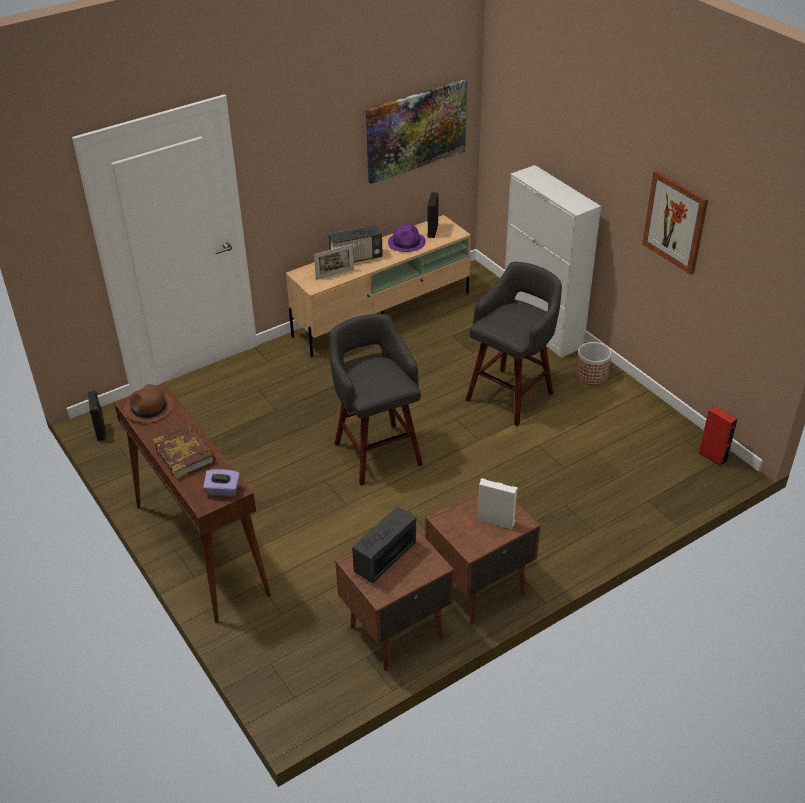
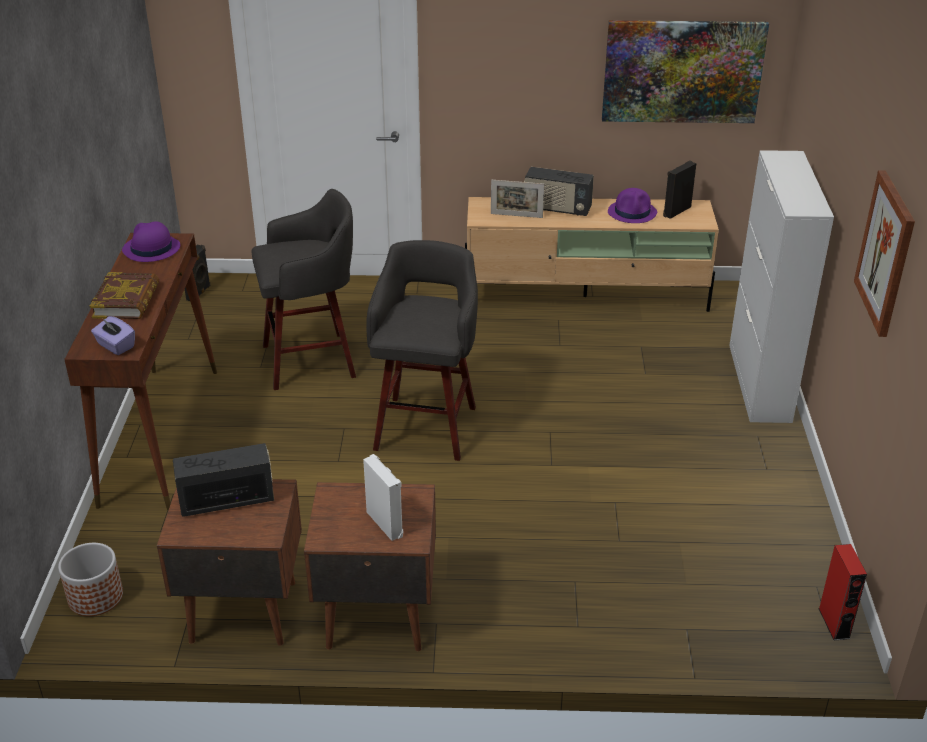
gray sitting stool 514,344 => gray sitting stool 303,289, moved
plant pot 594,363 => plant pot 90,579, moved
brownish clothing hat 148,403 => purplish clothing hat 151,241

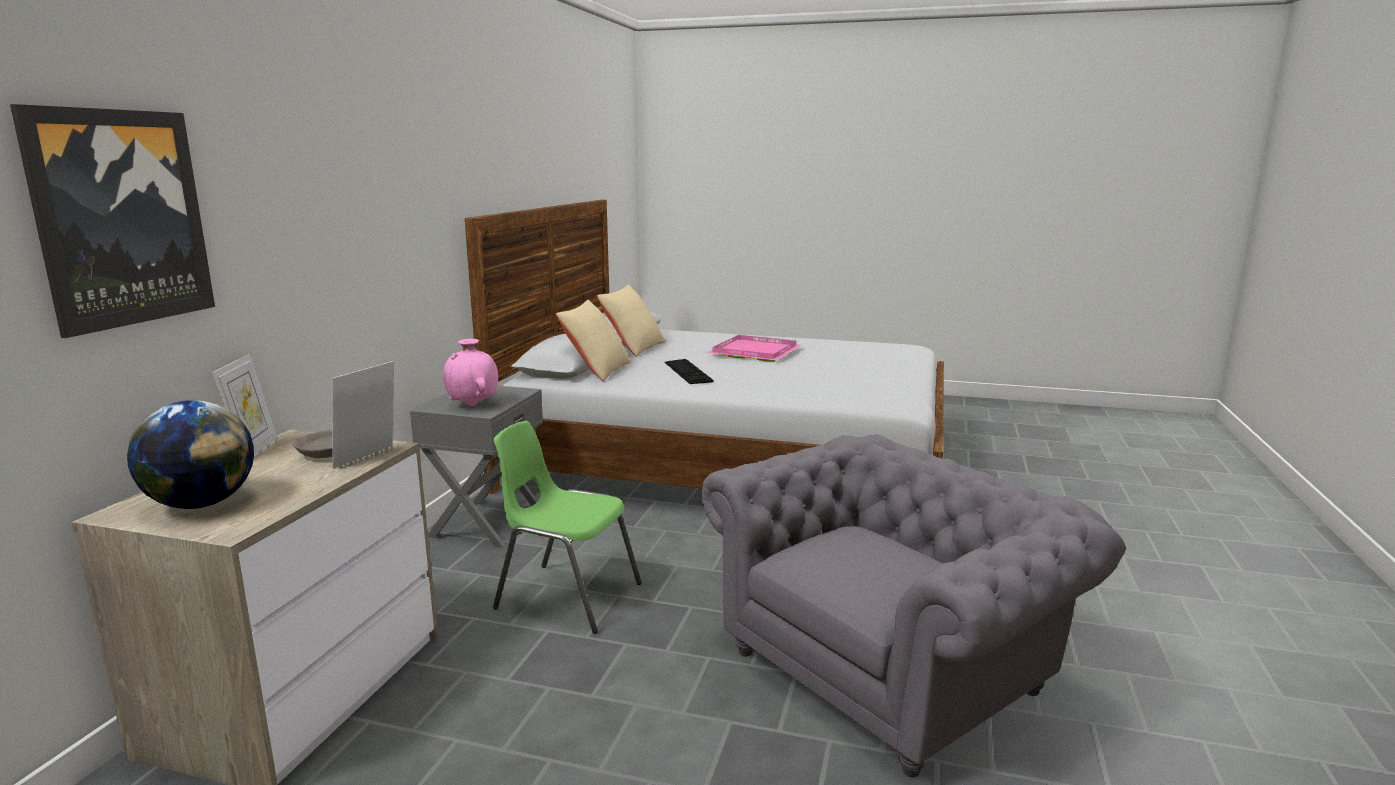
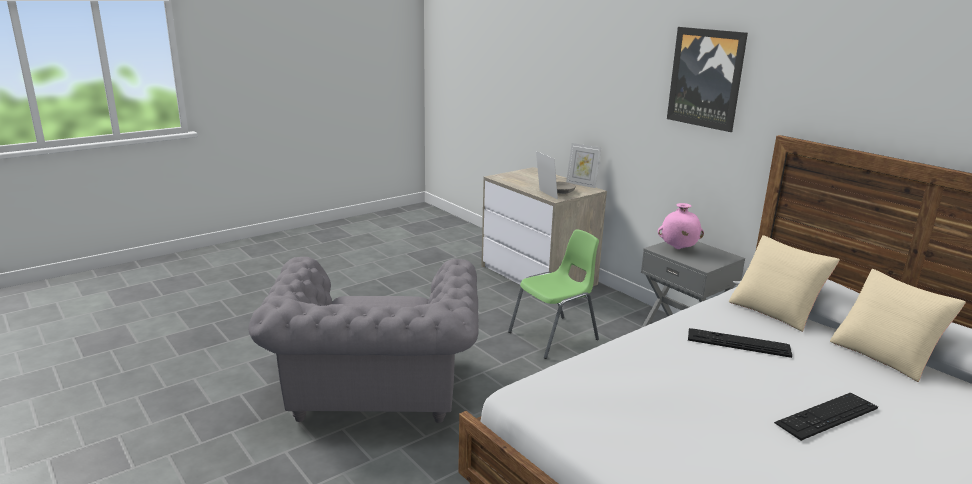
globe 190,454 => nothing
wall picture 112,221 => wall picture 707,79, moved
pink tray 754,348 => keyboard 826,417

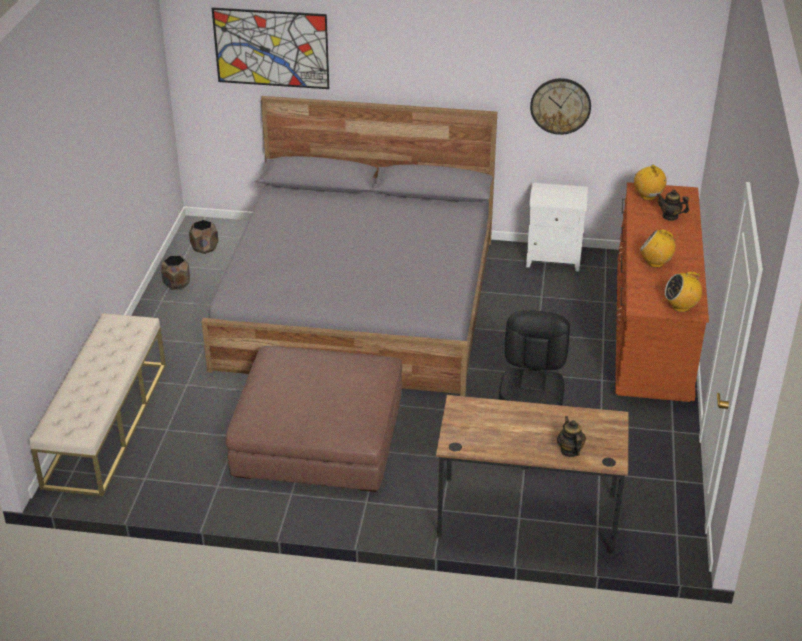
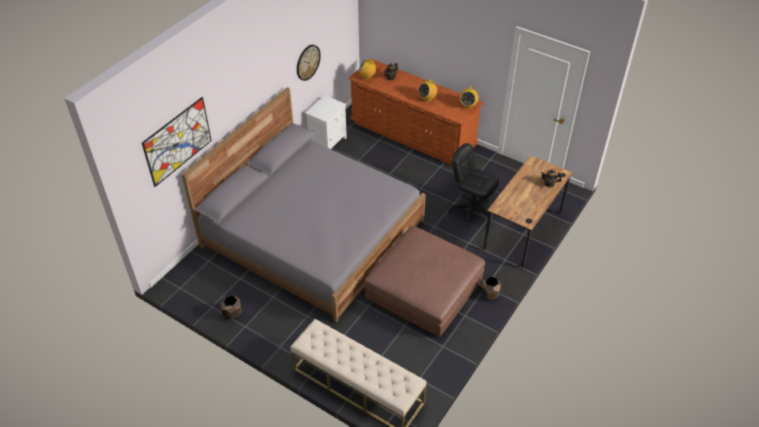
brownish plant pot 203,237 => brownish plant pot 490,288, moved

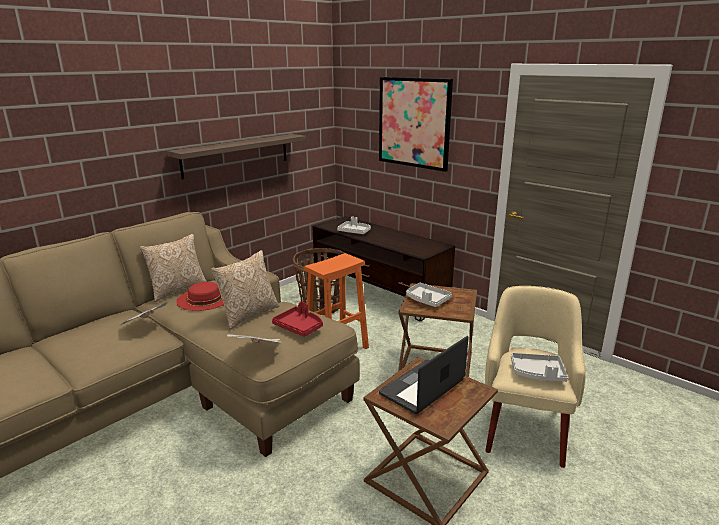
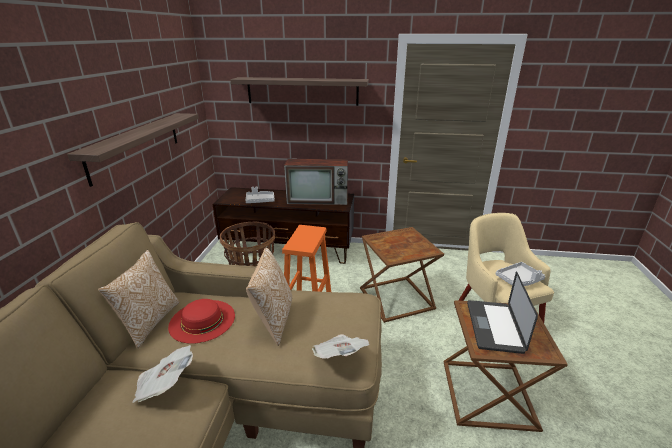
reddish tray 297,319 => nothing
gray tray 429,295 => nothing
nothing => TV 316,182
wall picture 416,124 => wall shelf 299,91

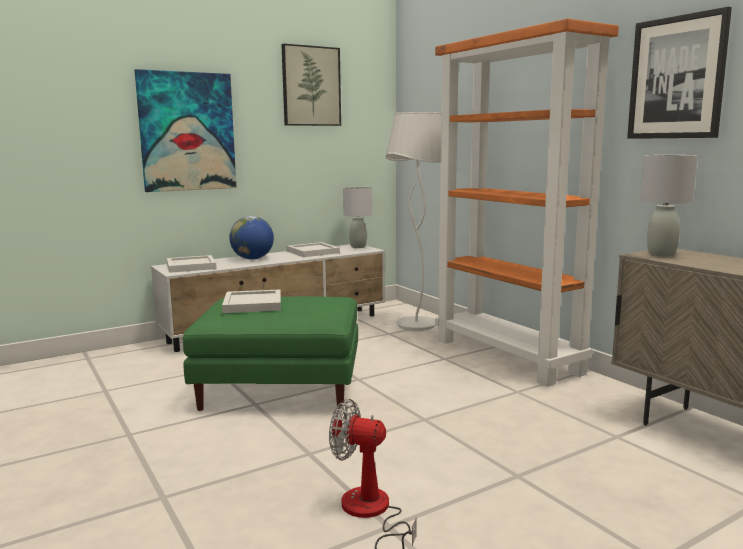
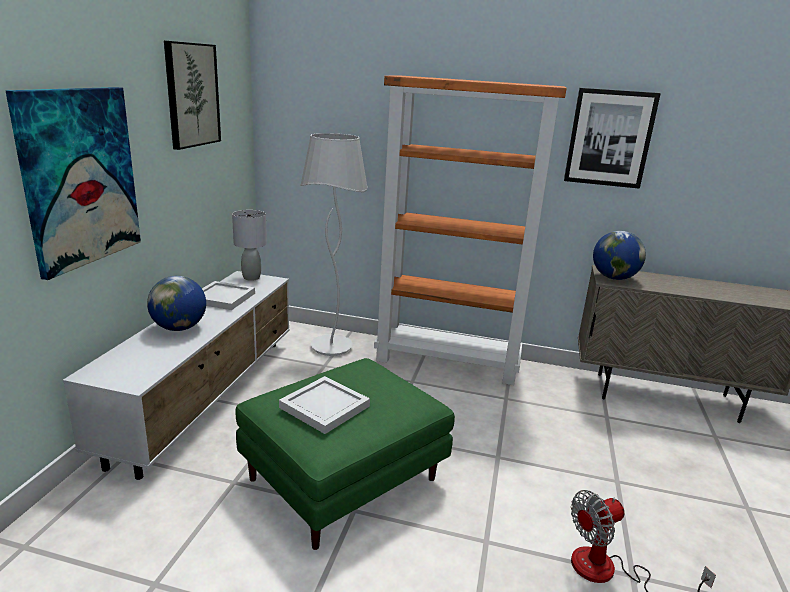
white-coloured tray 192,264 => nothing
gray tabletop lamp 669,206 => globe 619,255

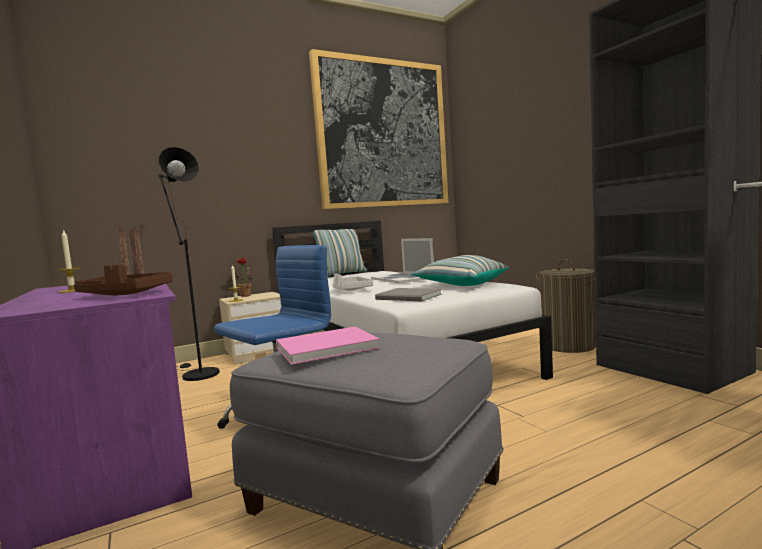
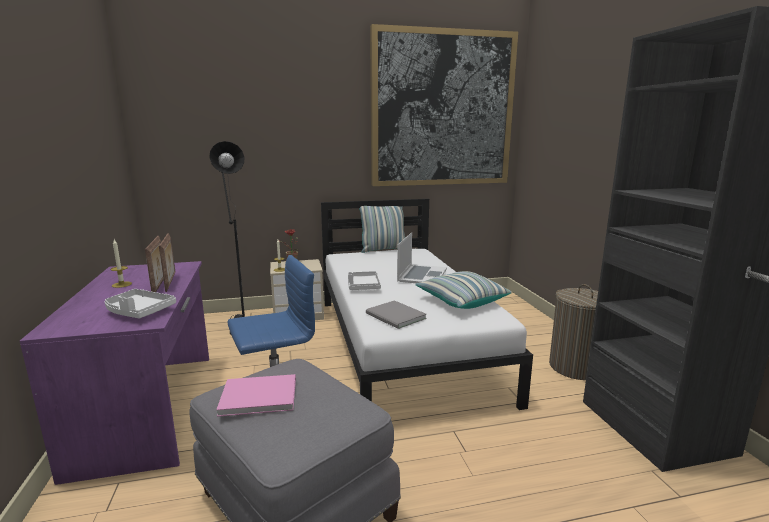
brownish tray 123,280 => white-coloured tray 140,304
laptop 402,260 => laptop 422,257, 150 degrees counterclockwise

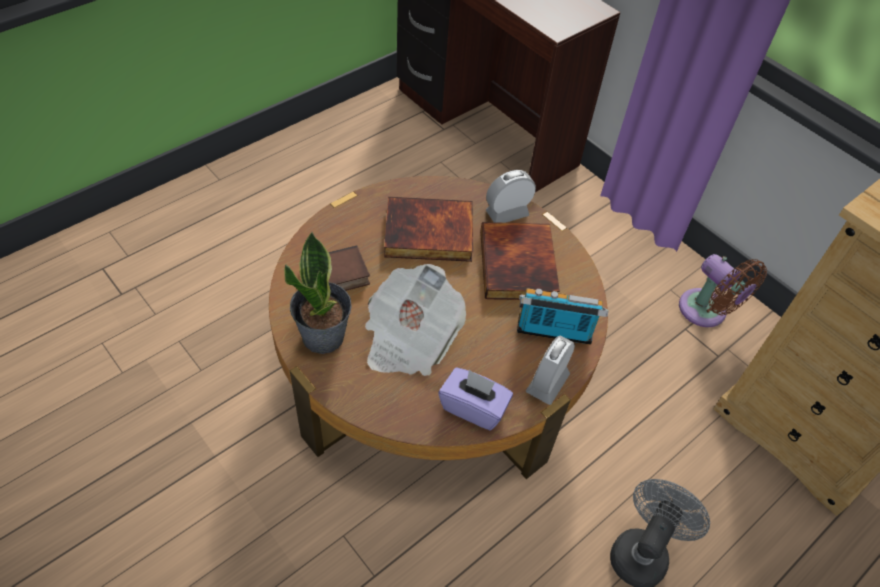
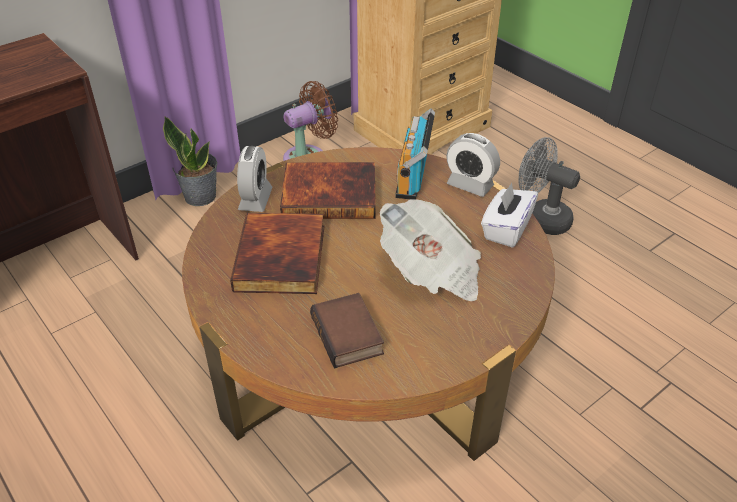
houseplant 318,293 => houseplant 190,161, moved
purplish box of tissues 476,398 => white-coloured box of tissues 509,215
table clock 511,196 => table clock 254,179, 150 degrees counterclockwise

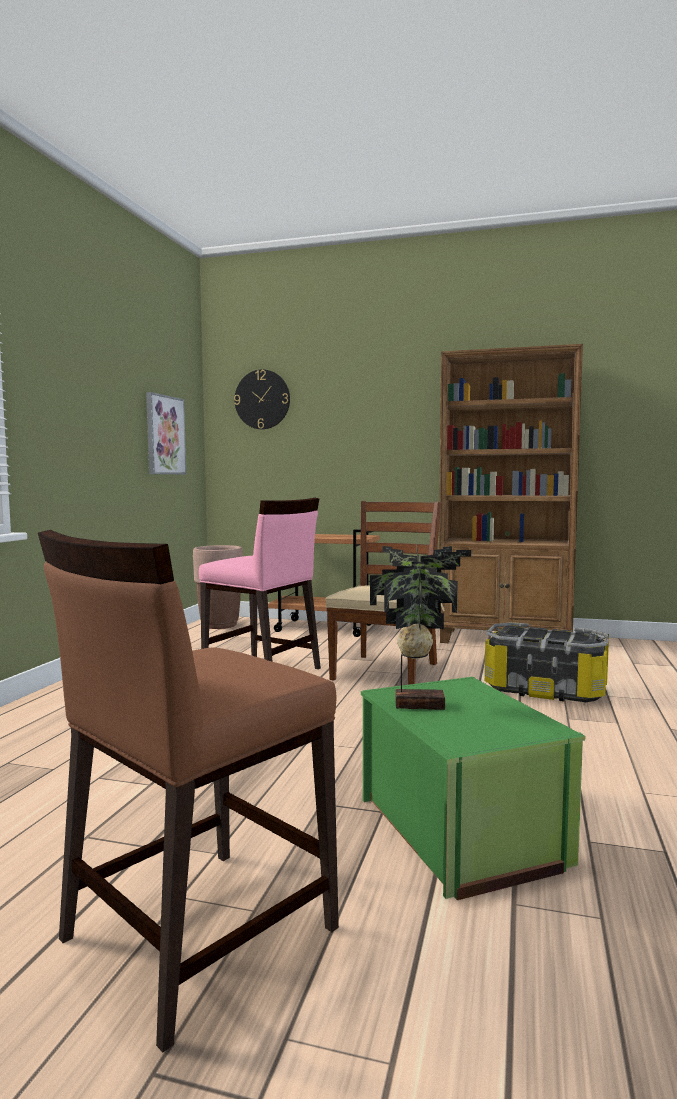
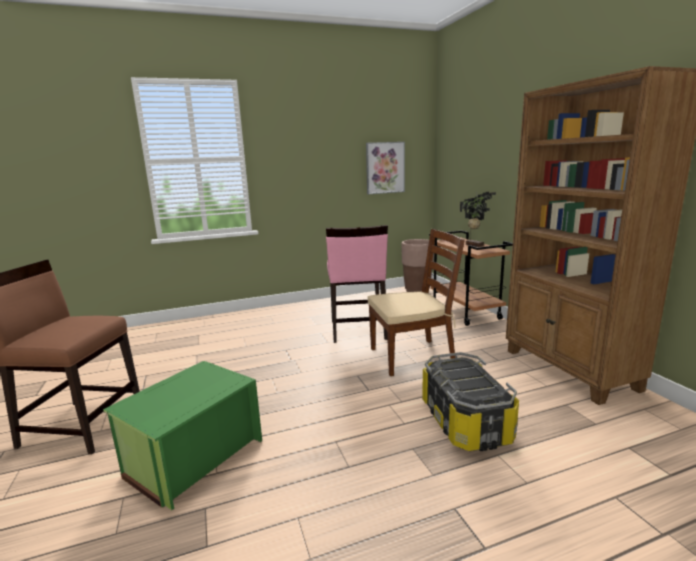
hanging clock 262,399 => nothing
houseplant 420,627 => houseplant 478,219, moved

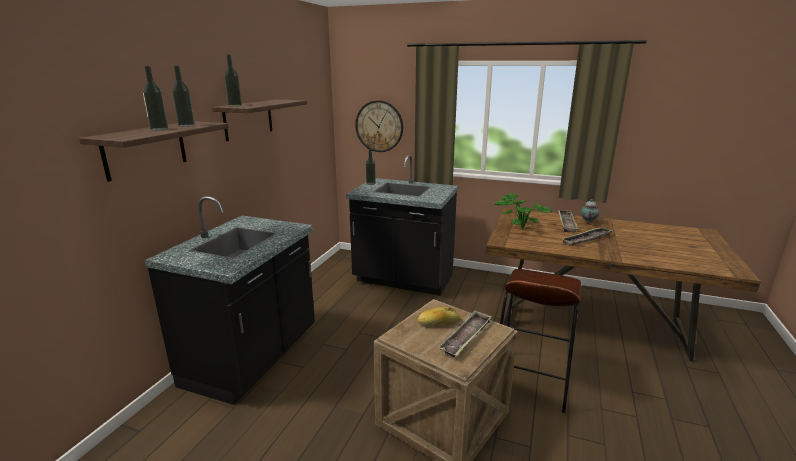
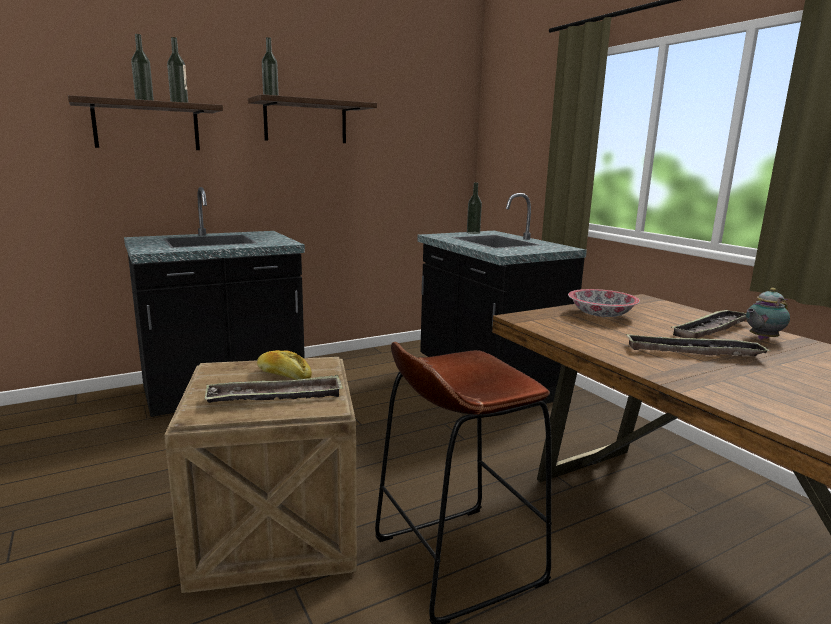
hanging clock 379,126 => nothing
houseplant 523,211 => deep dish 604,303

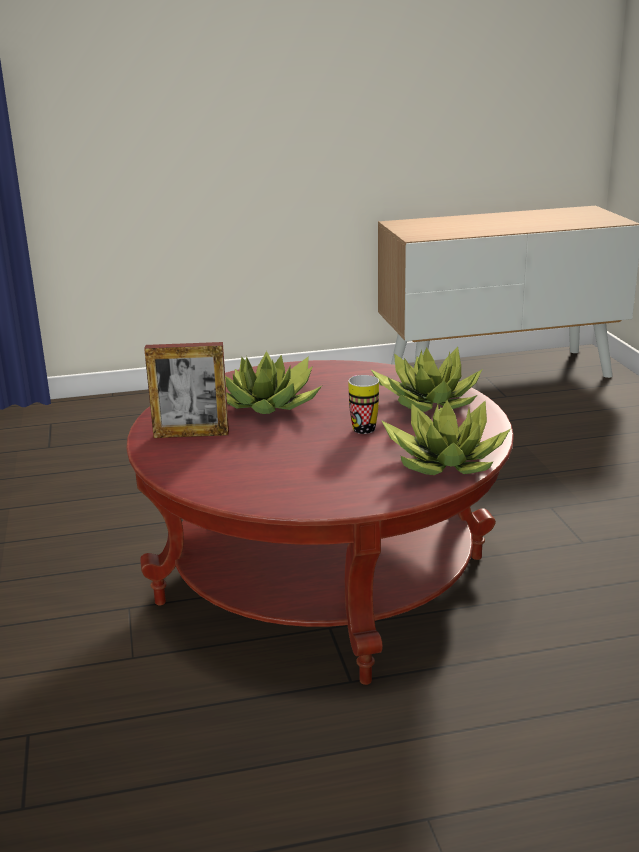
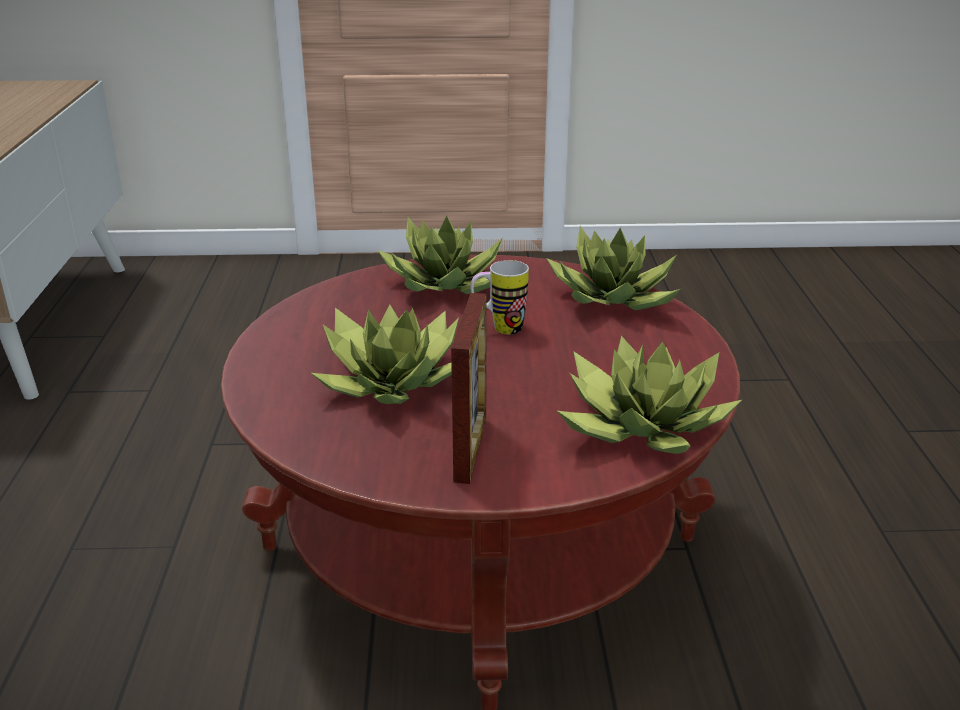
nothing => houseplant 649,395

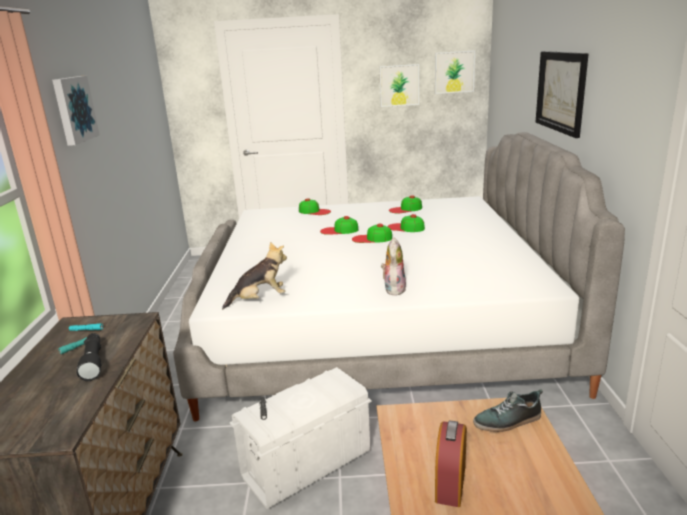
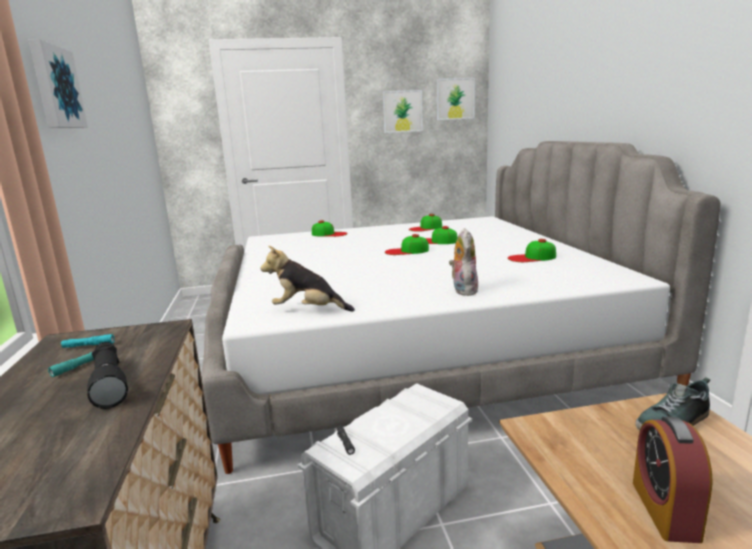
wall picture 562,94 => nothing
peaked cap 339,225 => peaked cap 532,250, moved
cuddly toy 254,275 => cuddly toy 308,278, 135 degrees counterclockwise

